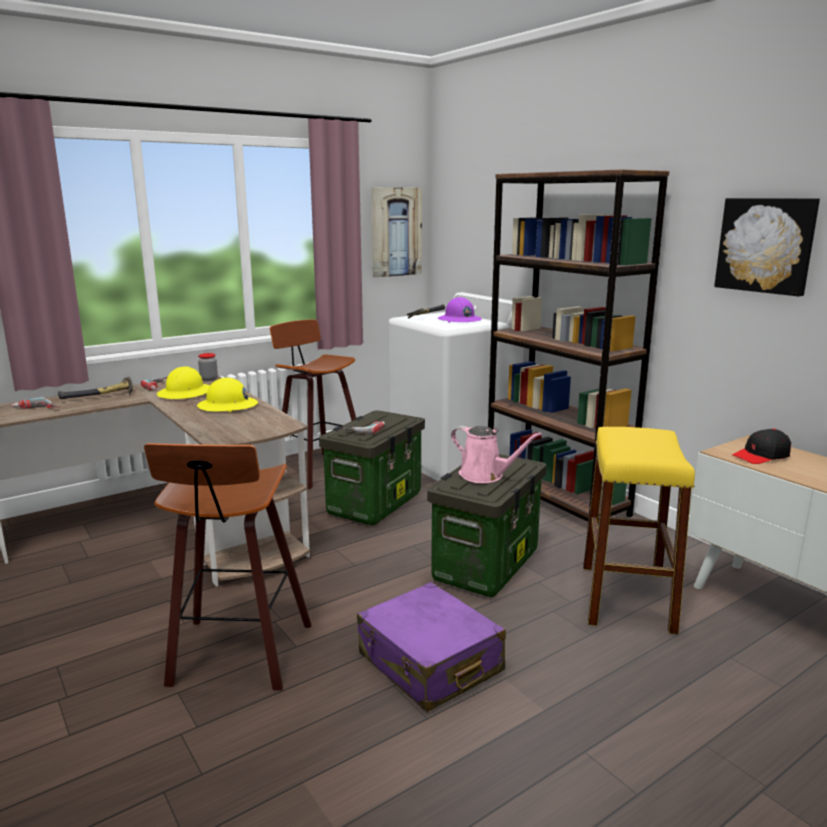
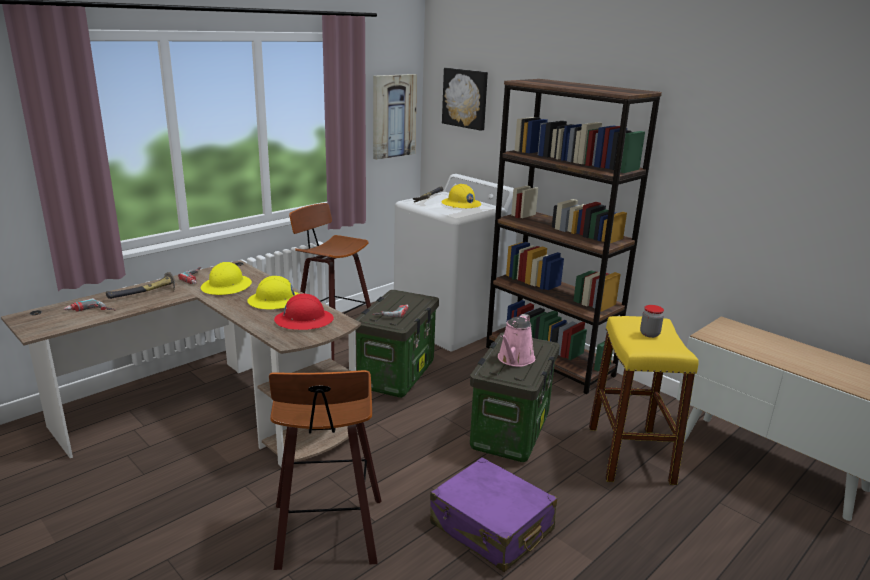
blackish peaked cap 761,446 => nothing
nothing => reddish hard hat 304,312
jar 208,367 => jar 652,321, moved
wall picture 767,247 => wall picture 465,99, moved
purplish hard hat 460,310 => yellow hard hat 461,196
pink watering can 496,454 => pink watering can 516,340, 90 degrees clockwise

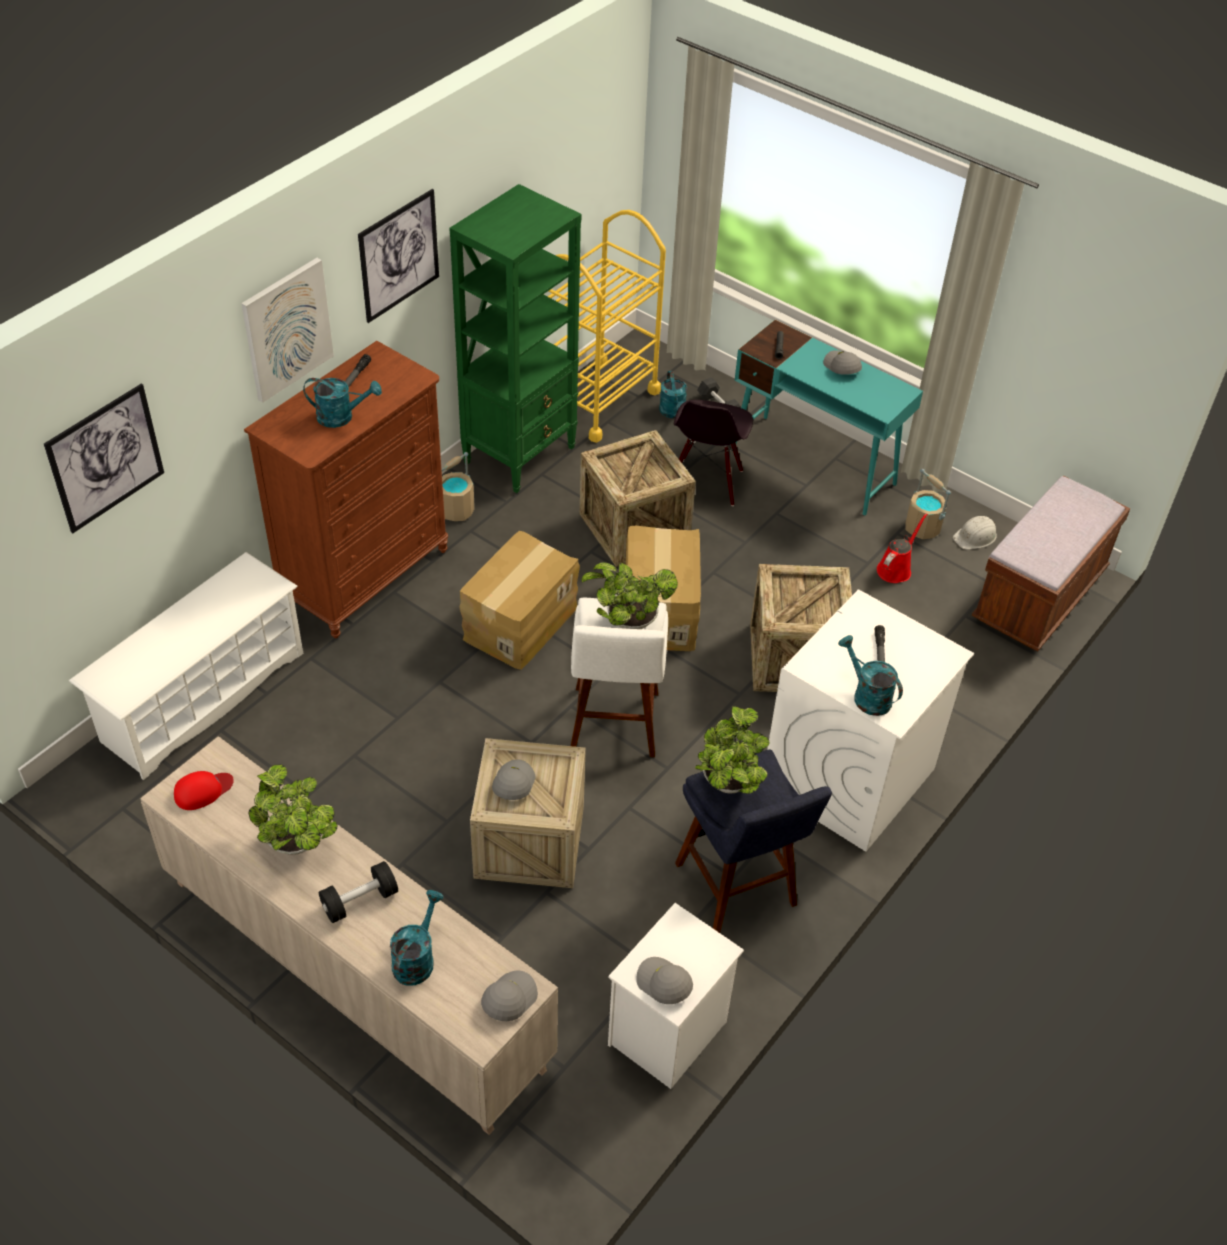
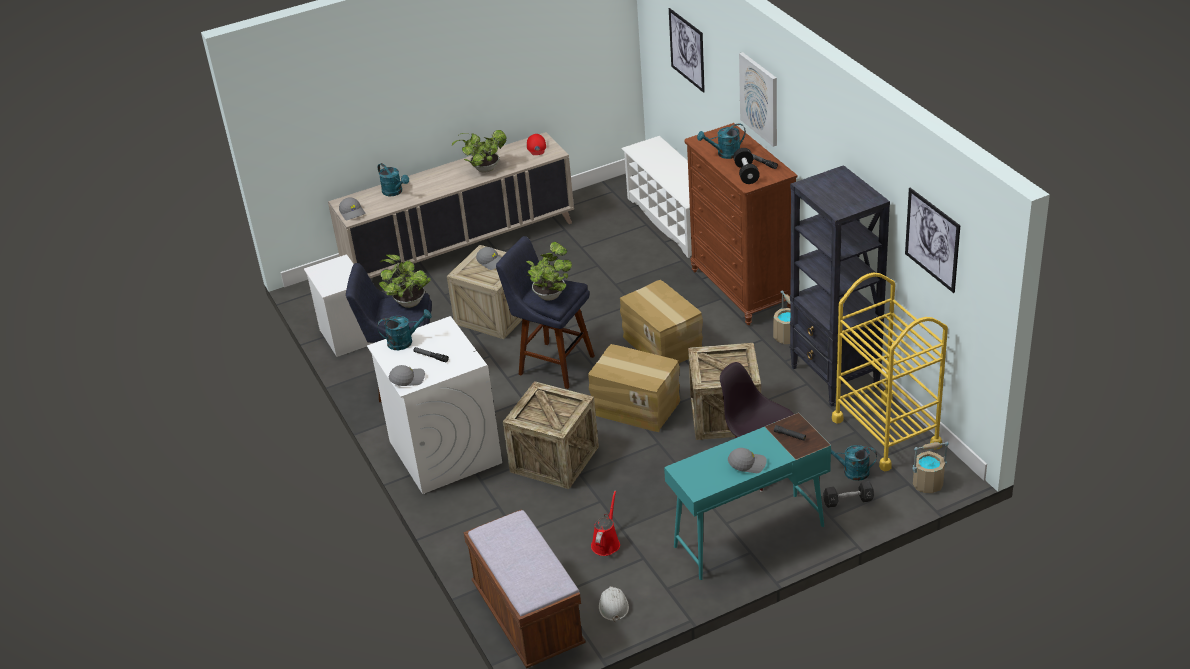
blackish hand weight 358,892 => blackish hand weight 746,166, moved
wall picture 398,256 => wall picture 932,240, moved
gray peaked cap 665,980 => gray peaked cap 407,375, moved
beige-coloured bucket 928,504 => beige-coloured bucket 930,467, moved
green-coloured shelving unit 515,338 => blackish shelving unit 840,286
white-coloured sitting stool 619,677 => blue sitting stool 545,312
blue-green watering can 342,403 => blue-green watering can 721,141, 45 degrees clockwise
reddish watering can 902,548 => reddish watering can 605,523, 135 degrees counterclockwise

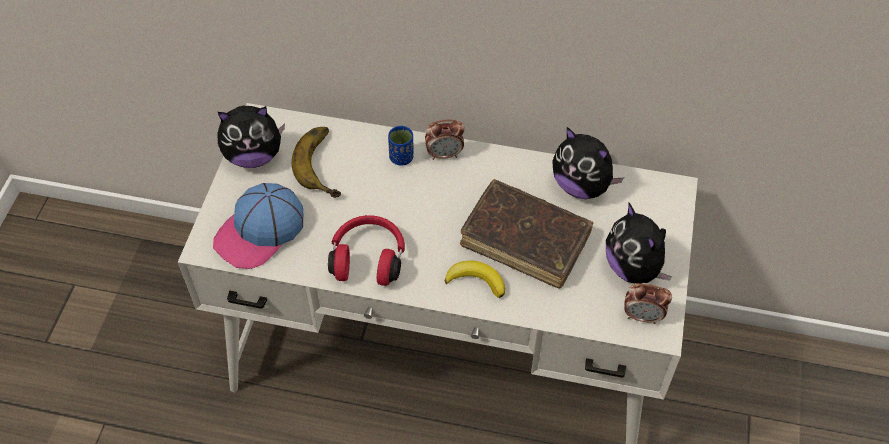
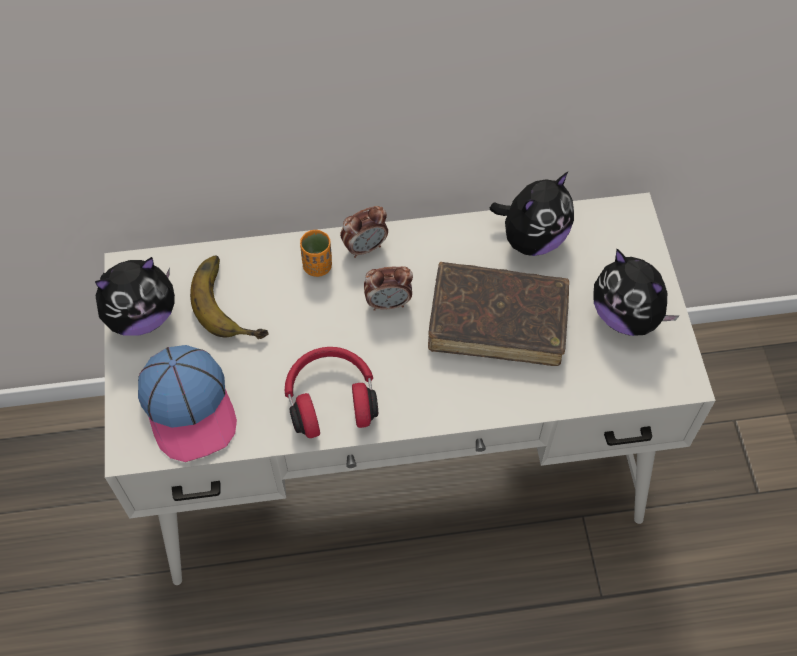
whole banana 475,279 => nothing
table clock 648,303 => table clock 388,288, moved
blue small cup 401,146 => orange-coloured small cup 316,253
peaked cap 258,226 => peaked cap 187,403, 45 degrees counterclockwise
cuddly toy 588,163 => cuddly toy 532,213, 60 degrees counterclockwise

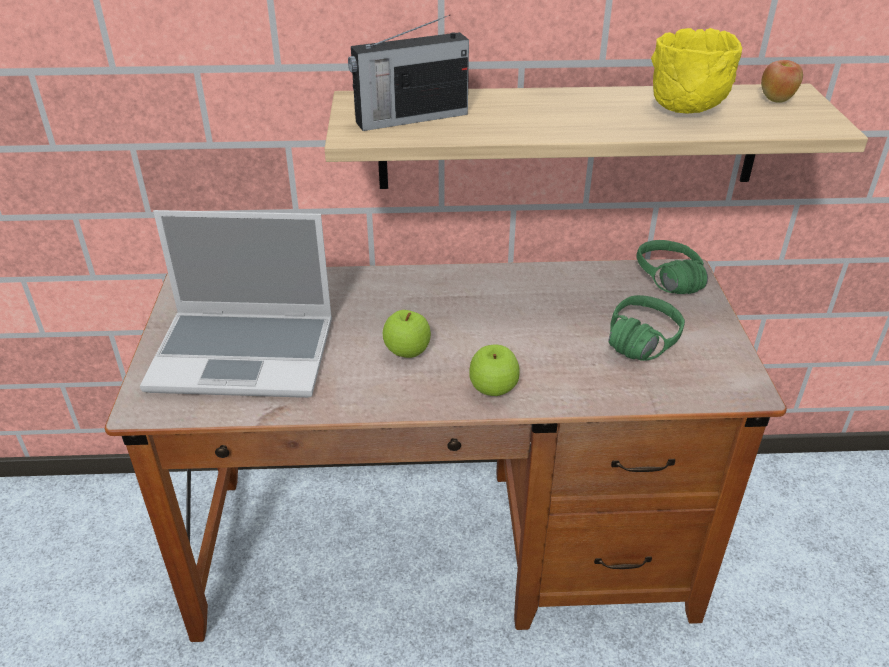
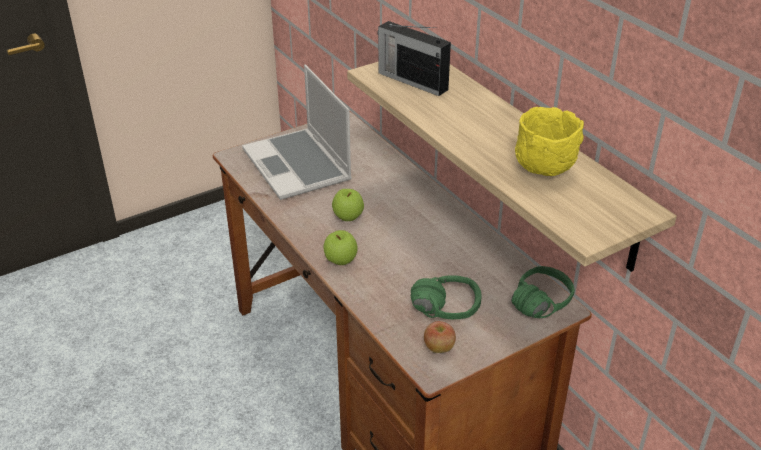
apple fruit 782,81 => apple fruit 440,337, moved

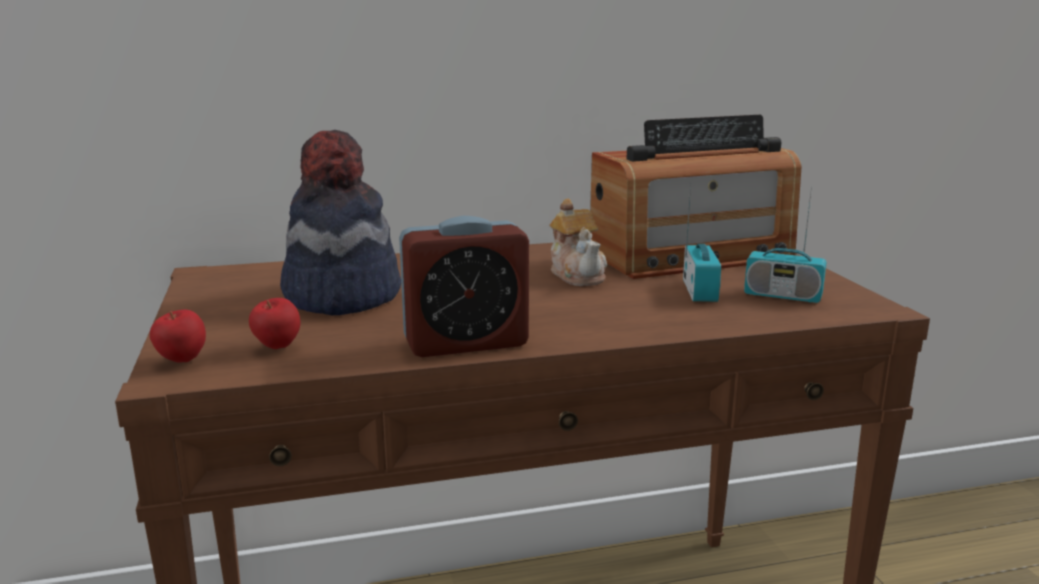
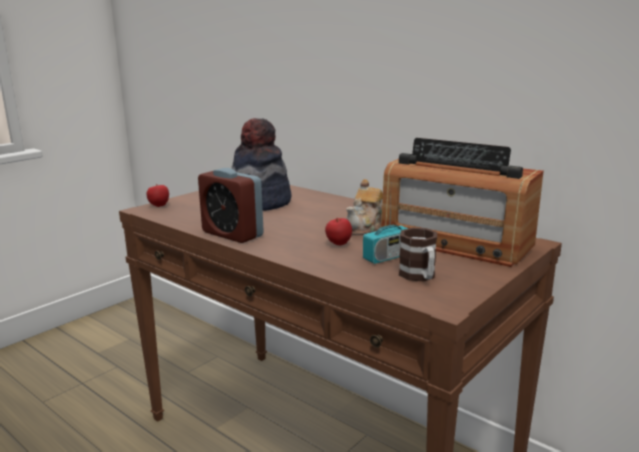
apple fruit 274,323 => apple fruit 338,232, moved
radio receiver 785,248 => coffee mug 418,254

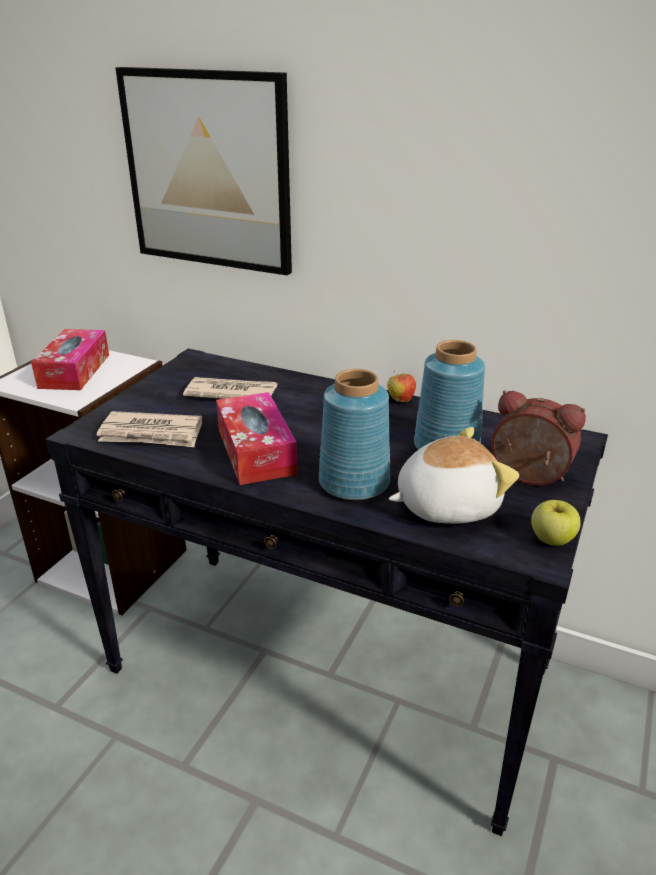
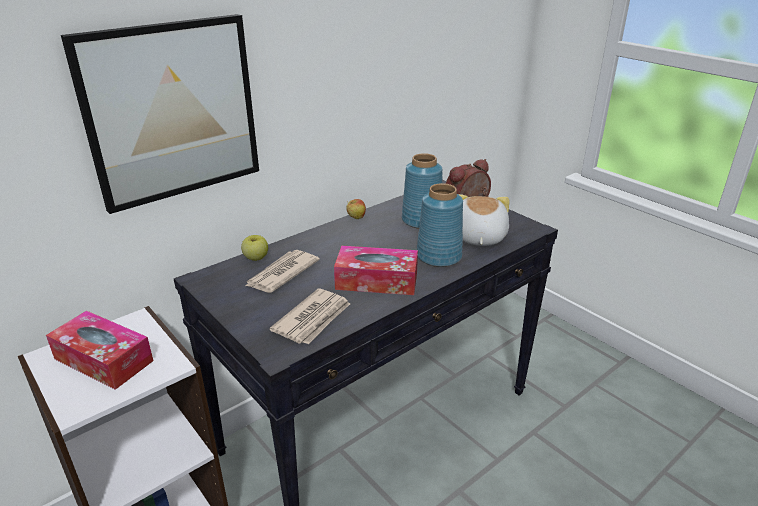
apple fruit 556,523 => apple fruit 254,248, moved

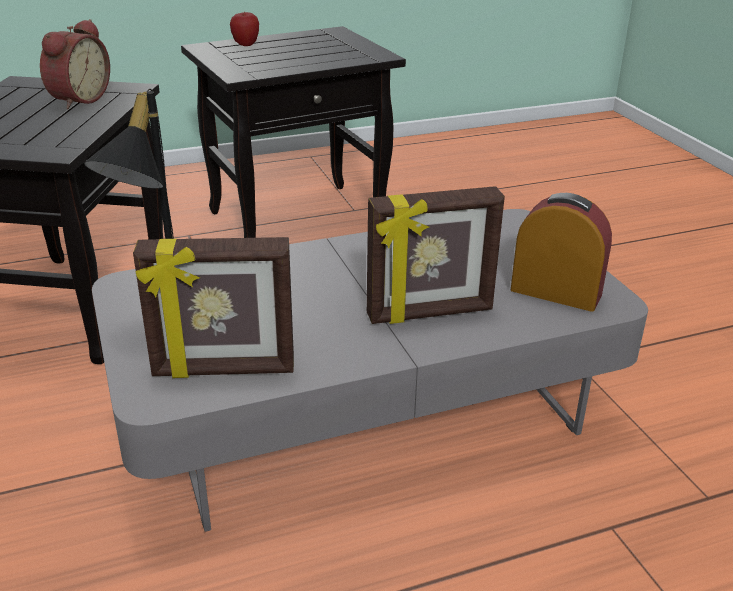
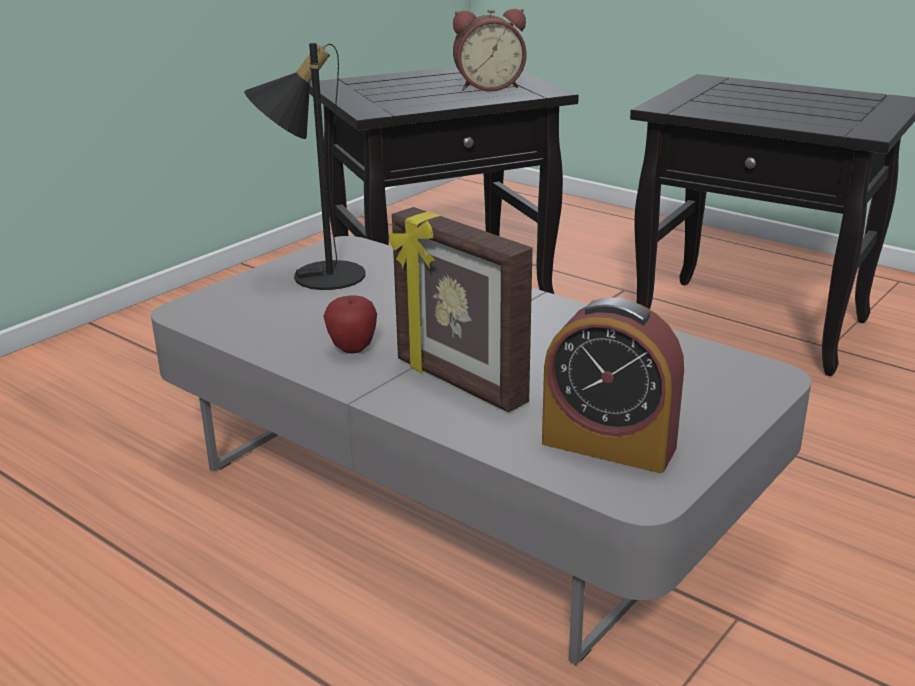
picture frame 213,307 => nothing
apple fruit 244,28 => apple fruit 350,324, moved
table clock 561,252 => table clock 613,385, 120 degrees clockwise

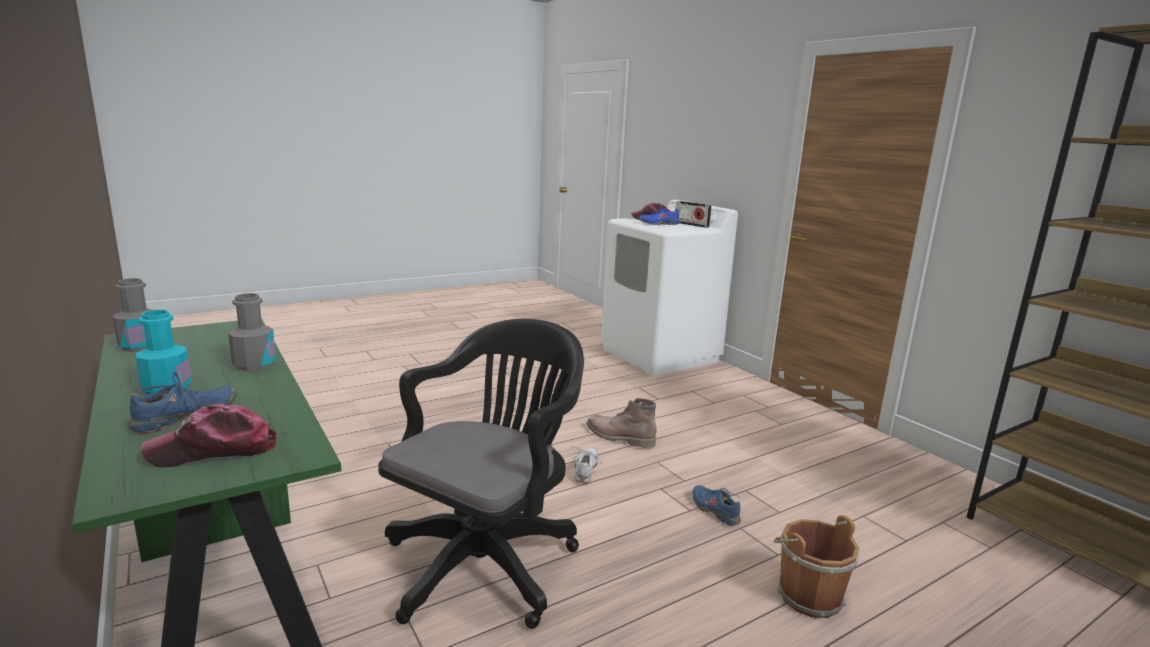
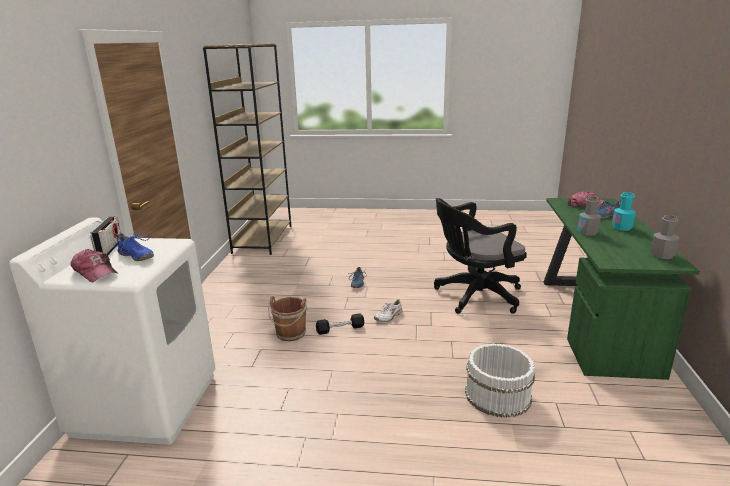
nothing => white-coloured bucket 500,381
brownish bucket 817,566 => brownish bucket 287,318, moved
brownish boot 621,423 => blackish hand weight 340,324

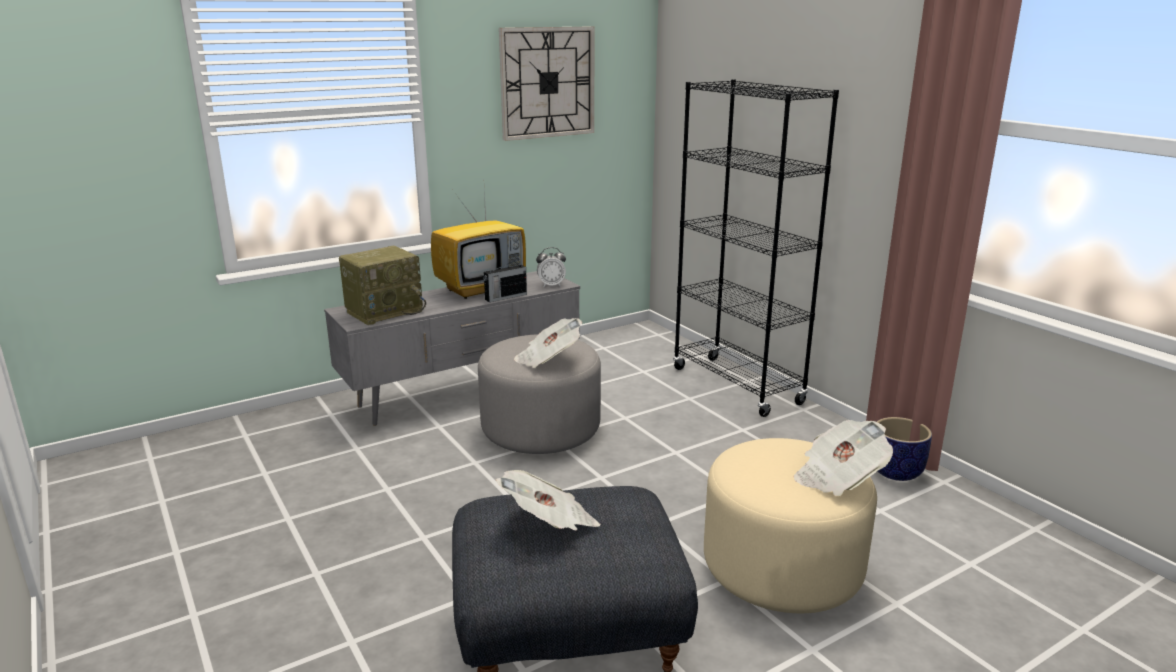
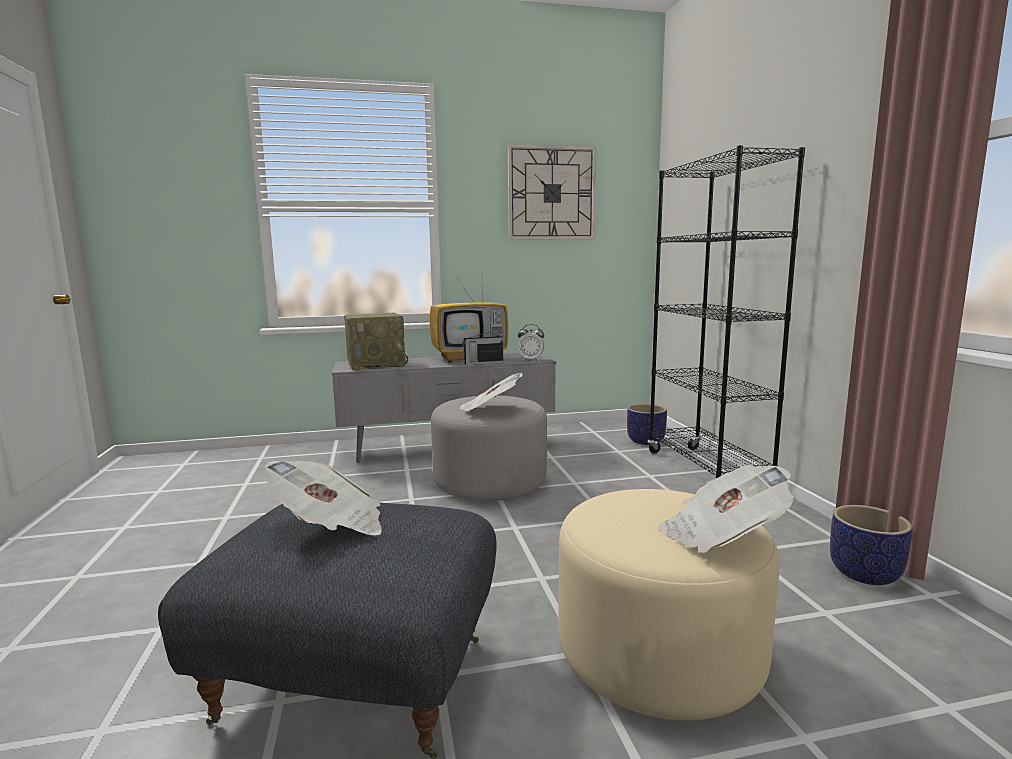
nothing => plant pot 647,424

